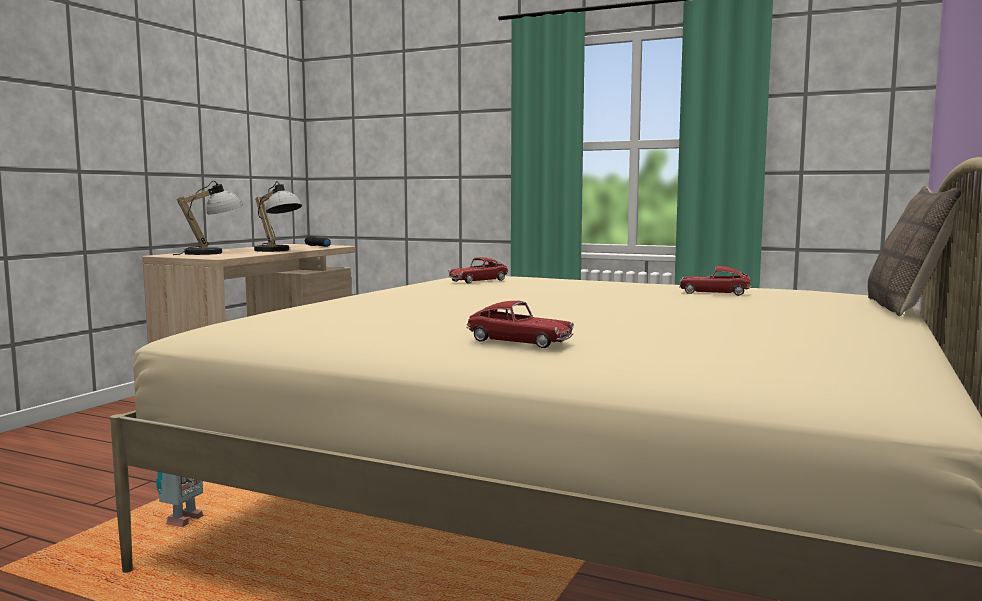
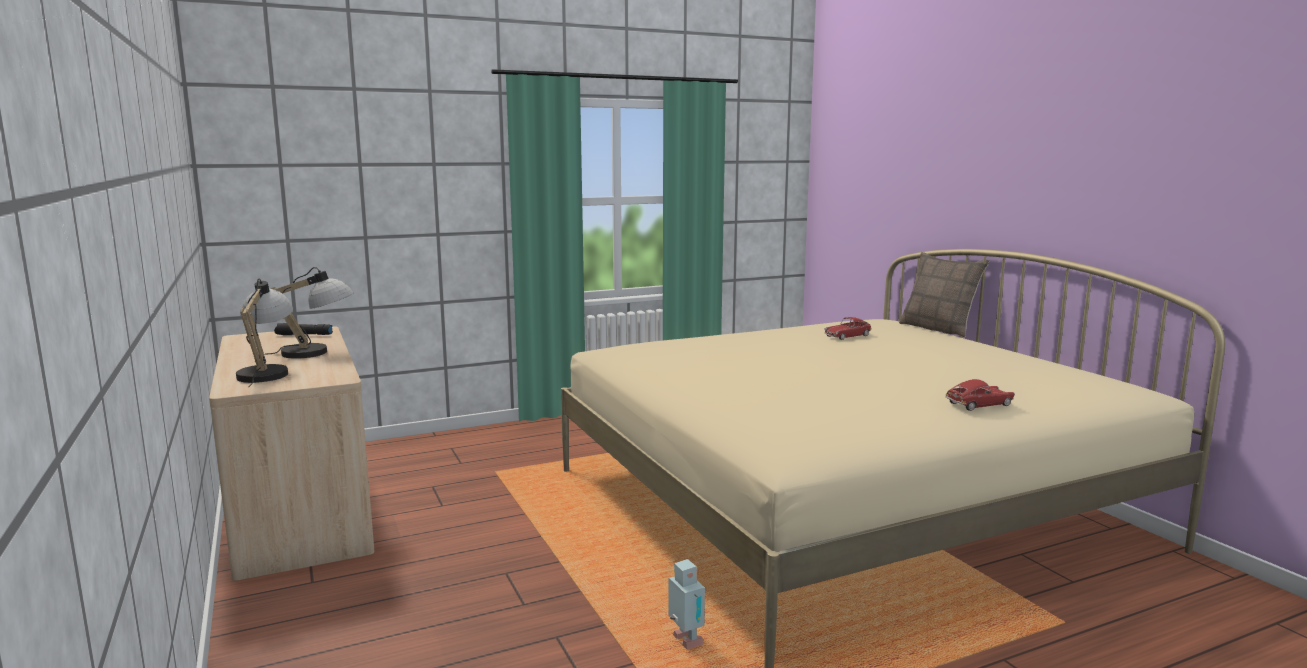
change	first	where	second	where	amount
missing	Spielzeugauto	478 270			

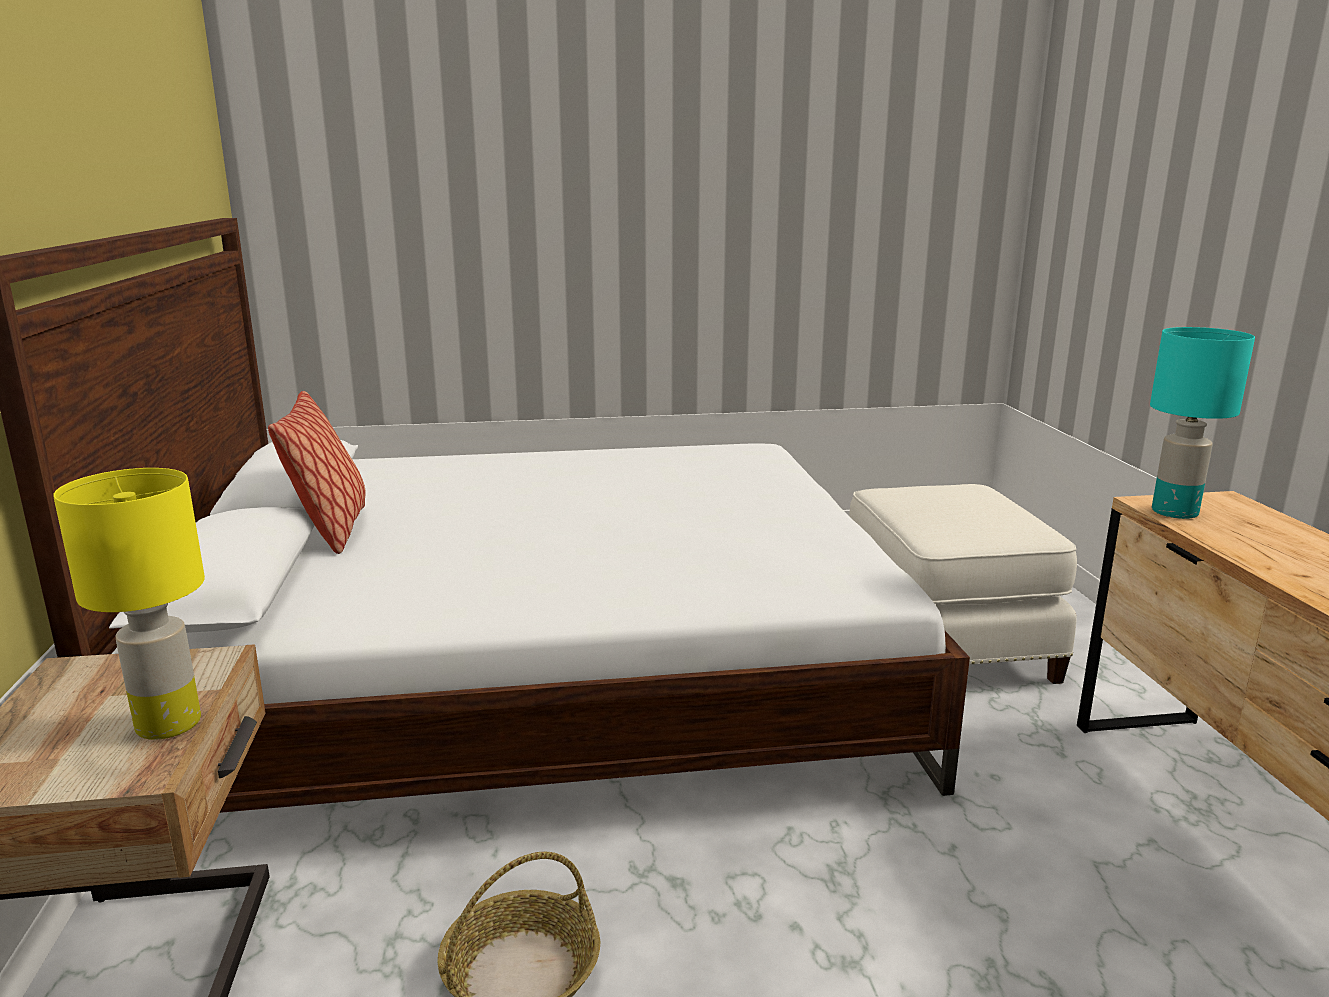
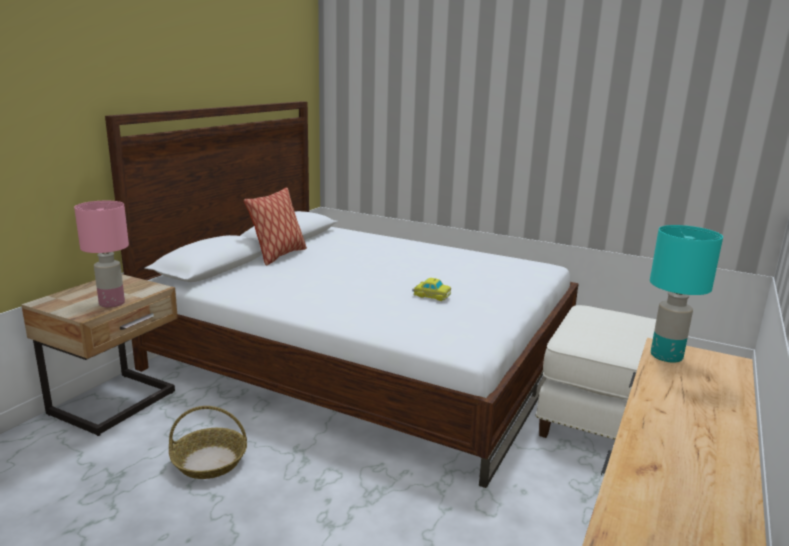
change	first	where	second	where	amount
colour	Tischlampe/gelb	129 604	Tischlampe/rosa	101 254	
appeared			Spielzeugauto	431 289	

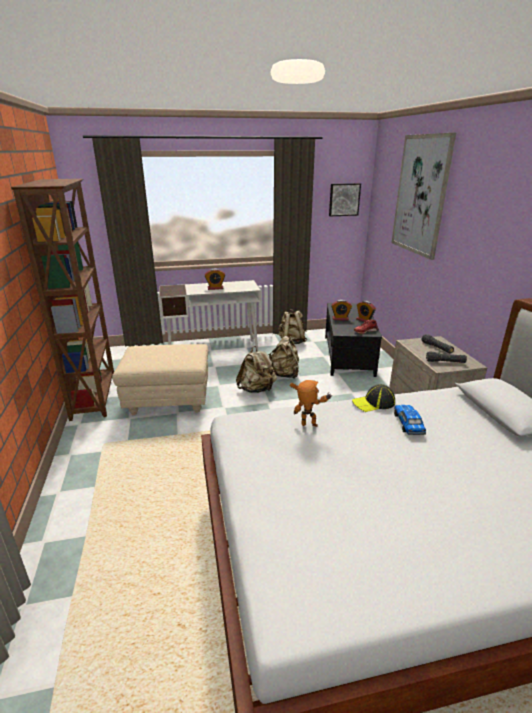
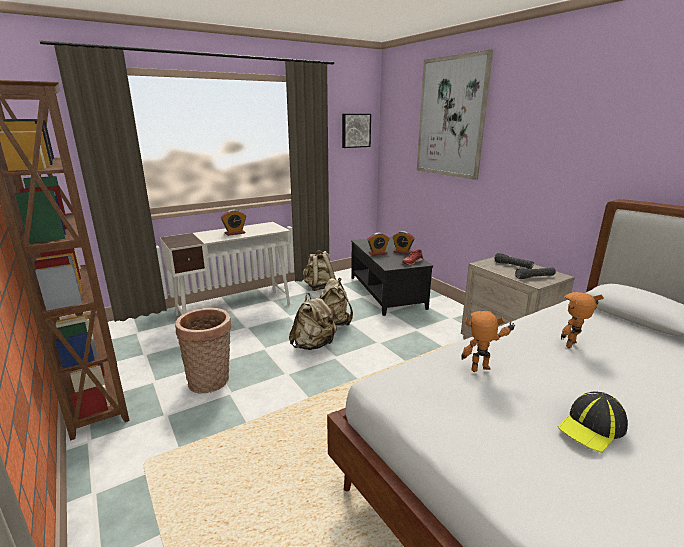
change	first	where	second	where	amount
exchanged	Polsterhocker/beige	160 379	Korb	203 351	
relocated	Kappe	373 398		593 422	
exchanged	Spielzeugauto	410 420	Spielzeugroboter	582 320	

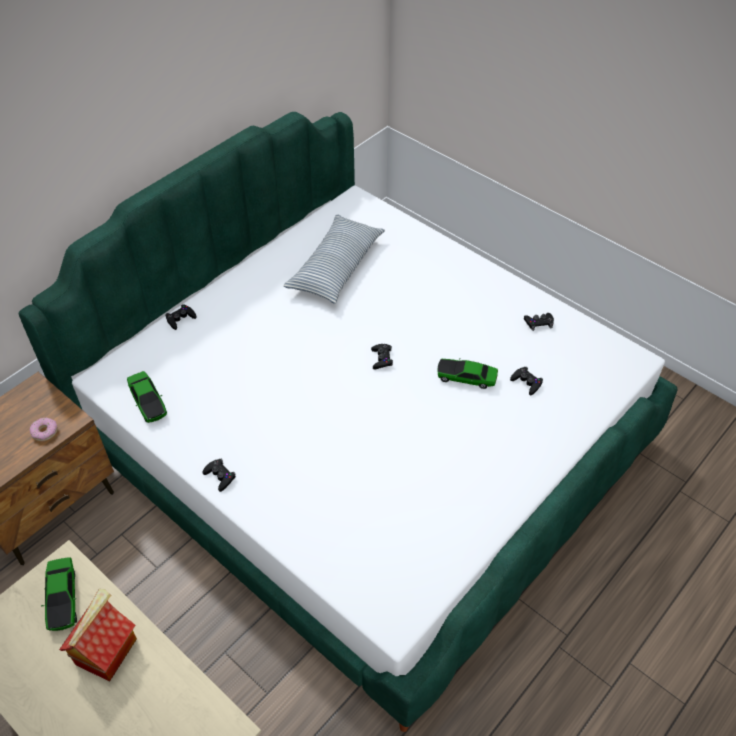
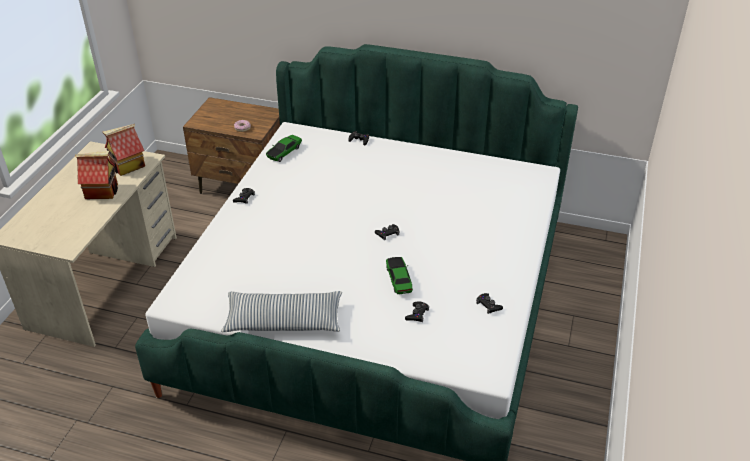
change	first	where	second	where	amount
exchanged	Spielzeugauto	59 594	Spielzeughaus	123 150	
relocated	Kissen	334 259		281 311	

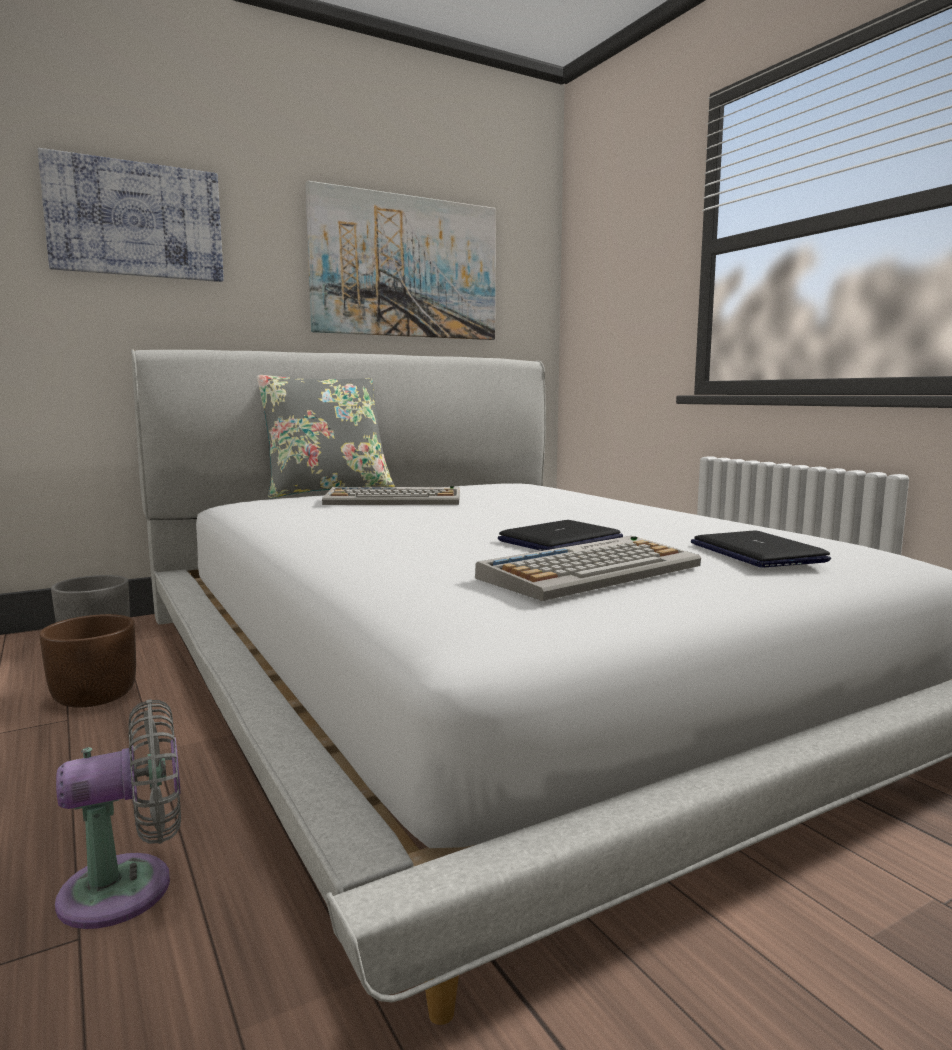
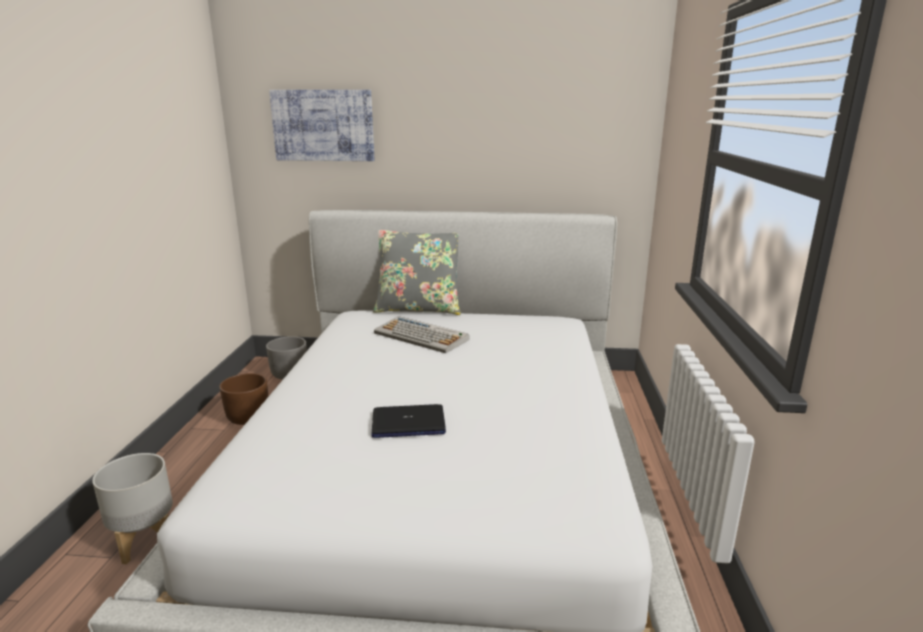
change	first	where	second	where	amount
exchanged	Ventilator/grau	118 814	Pflanzkübel/grau	132 508	
missing	Bild	400 260			
missing	Tastatur	588 568			
missing	Laptop	761 549			

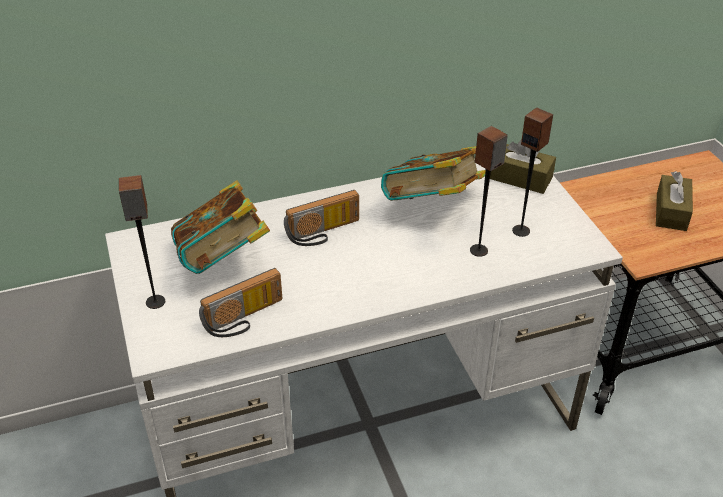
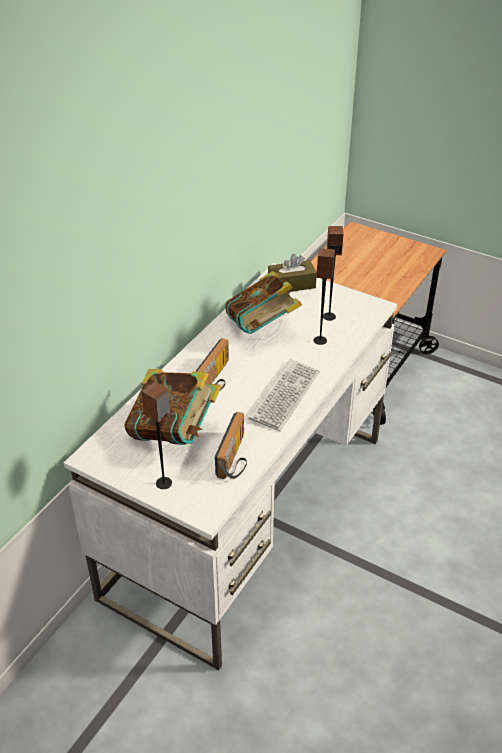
change	first	where	second	where	amount
appeared			Tastatur	284 395	
missing	Taschentuchbox/braun	674 201			

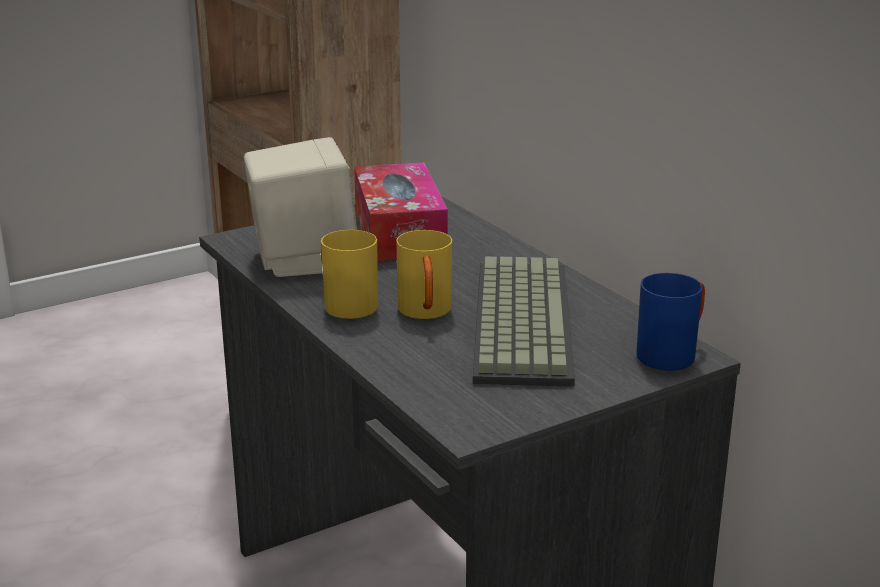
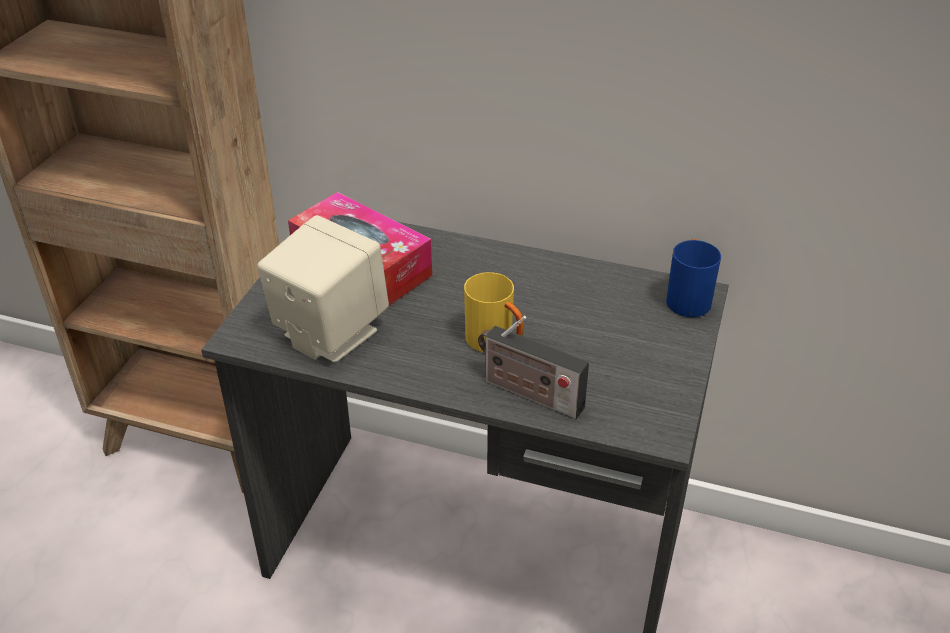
change	first	where	second	where	amount
appeared			Radio	533 367	
missing	Henkelbecher/gelb	349 274			
missing	Tastatur	524 321			

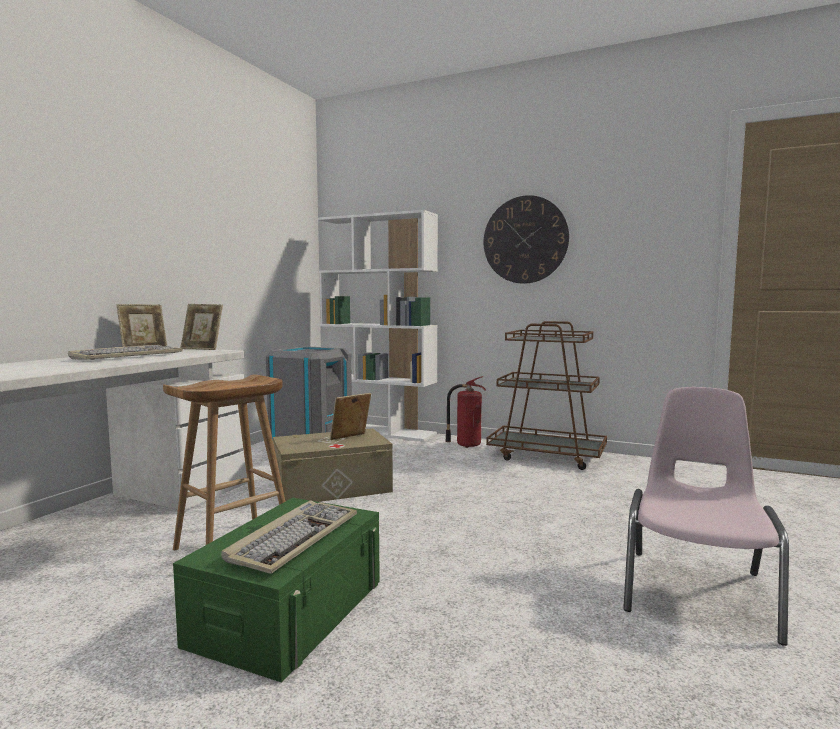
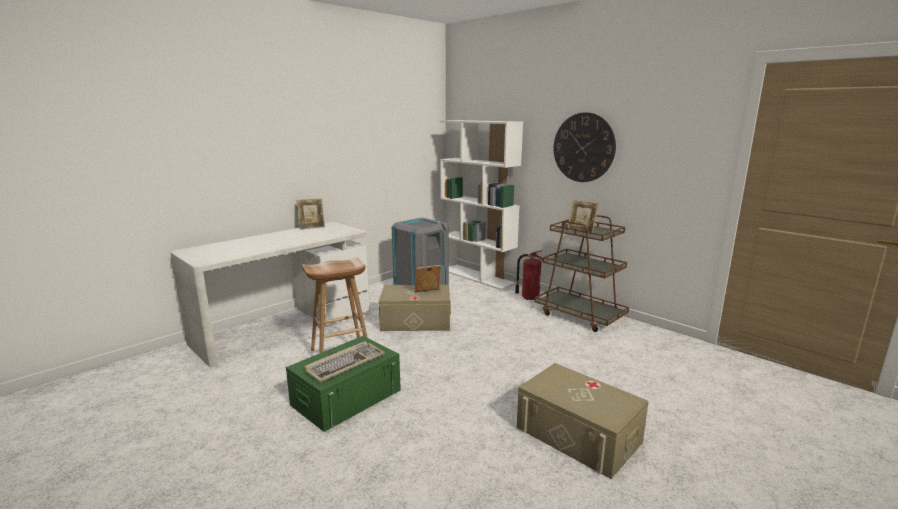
change	first	where	second	where	amount
exchanged	Stuhl/rosa	706 516	Aufbewahrungsbox/beige	583 421	
relocated	Bilderrahmen	201 327		583 216	
missing	Tastatur	125 352			

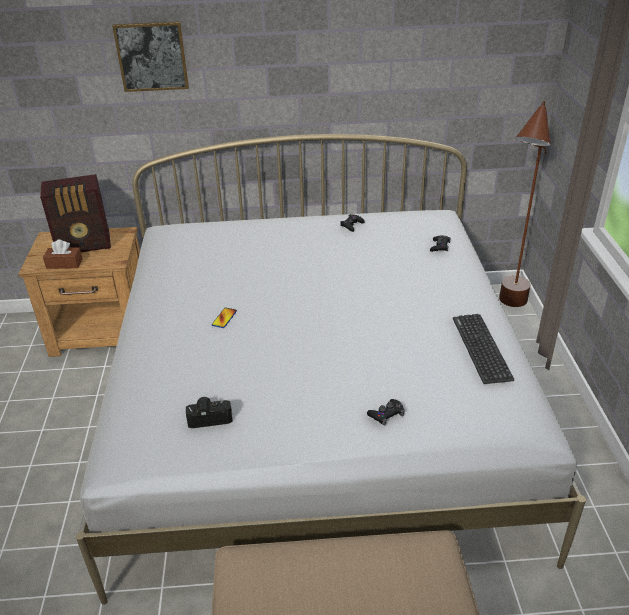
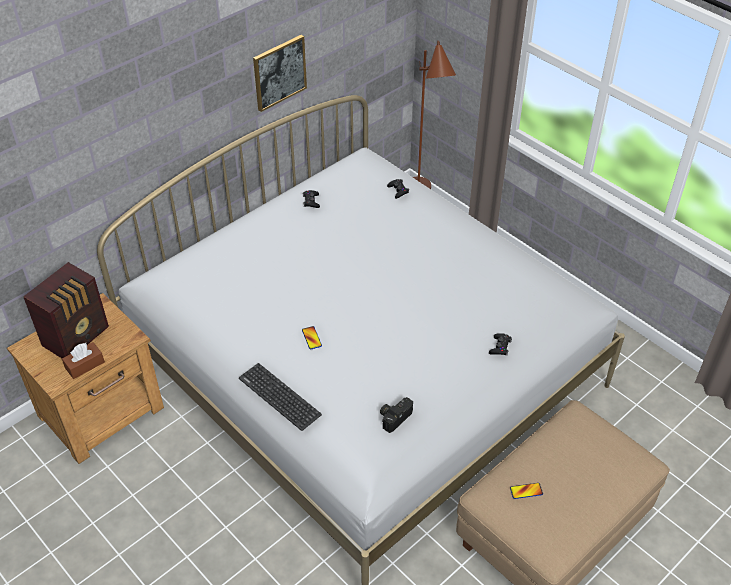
change	first	where	second	where	amount
relocated	Tastatur	483 349		280 397	
relocated	Bild	150 56		280 73	
appeared			Handy	526 491	

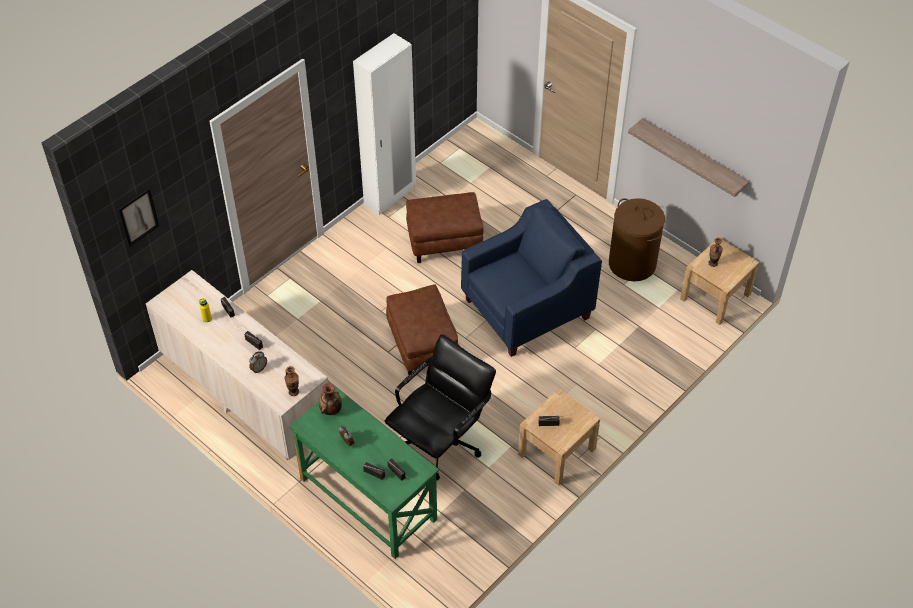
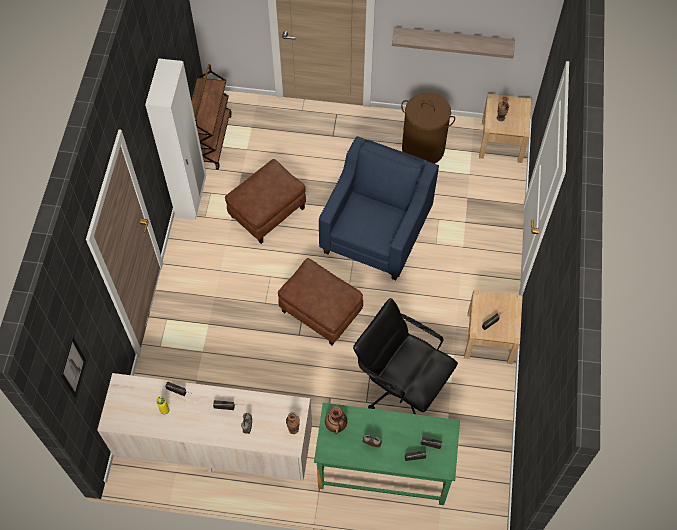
change	first	where	second	where	amount
appeared			Rollwagen/braun	211 117	
spun	Bürostuhl/schwarz	440 407		405 356	60 degrees counterclockwise

